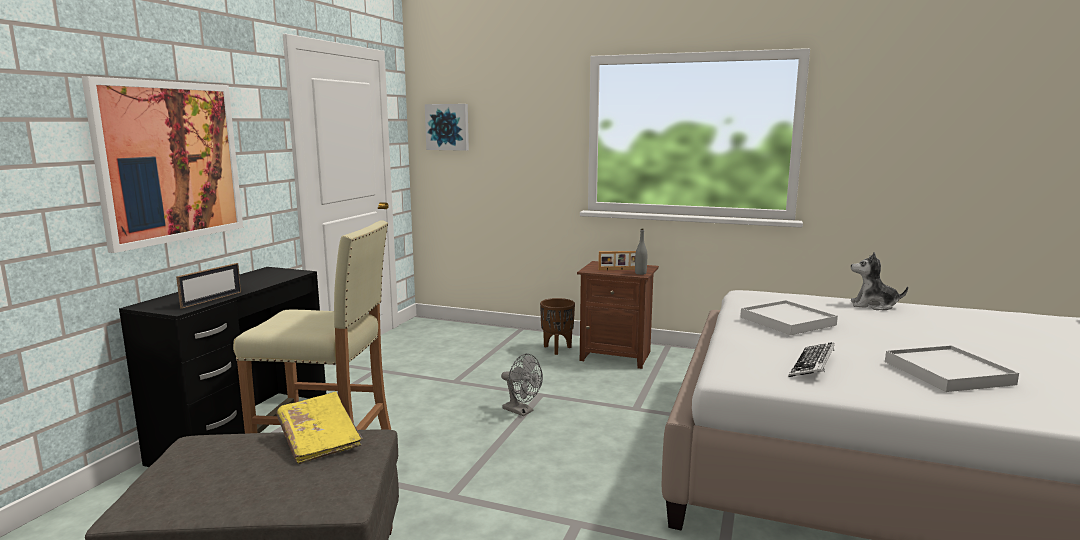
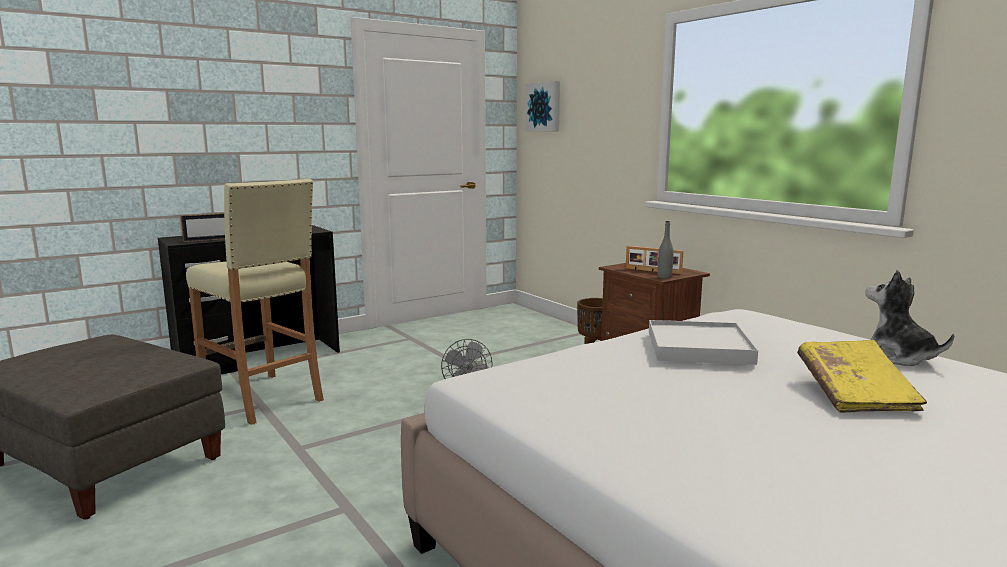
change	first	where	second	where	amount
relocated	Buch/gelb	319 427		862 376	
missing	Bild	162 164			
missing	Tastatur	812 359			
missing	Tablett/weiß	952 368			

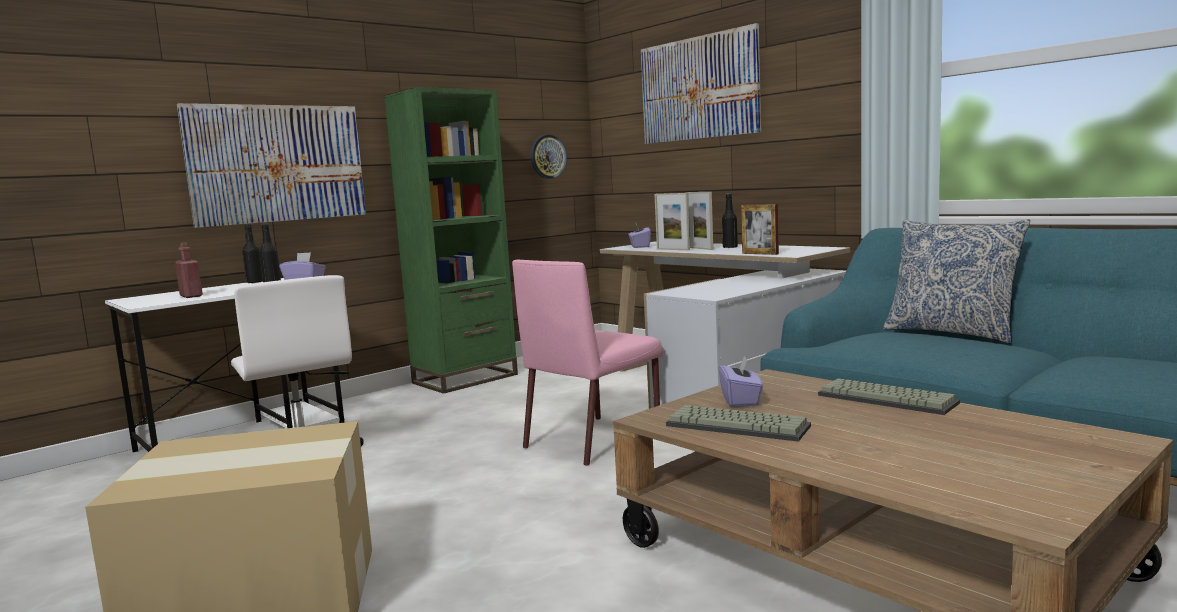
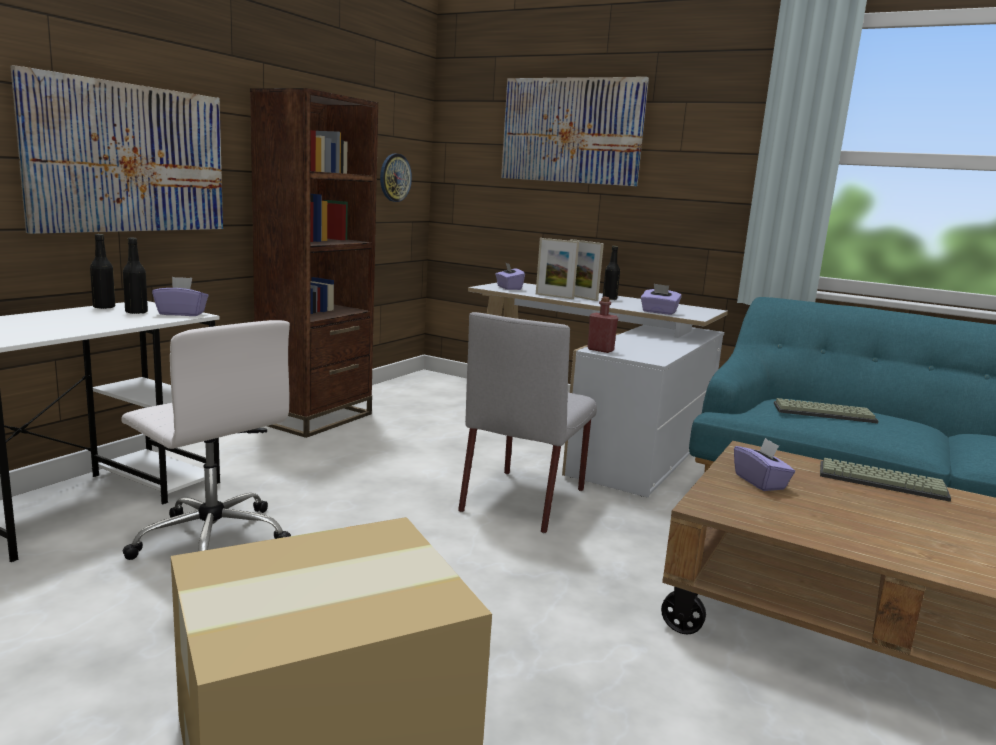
change	first	where	second	where	amount
colour	Bücherregal/grün	451 240	Bücherregal/braun	314 263	
colour	Stuhl/rosa	587 363	Stuhl/grau	527 422	
relocated	Flasche/rot	189 270		602 325	
exchanged	Bilderrahmen	760 229	Taschentuchbox/lila	661 299	
relocated	Tastatur	738 423		826 410	
missing	Kissen	956 281			

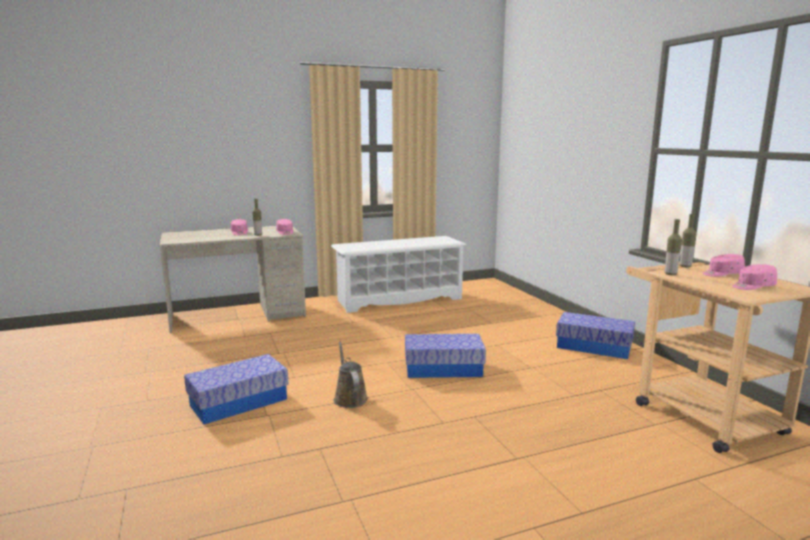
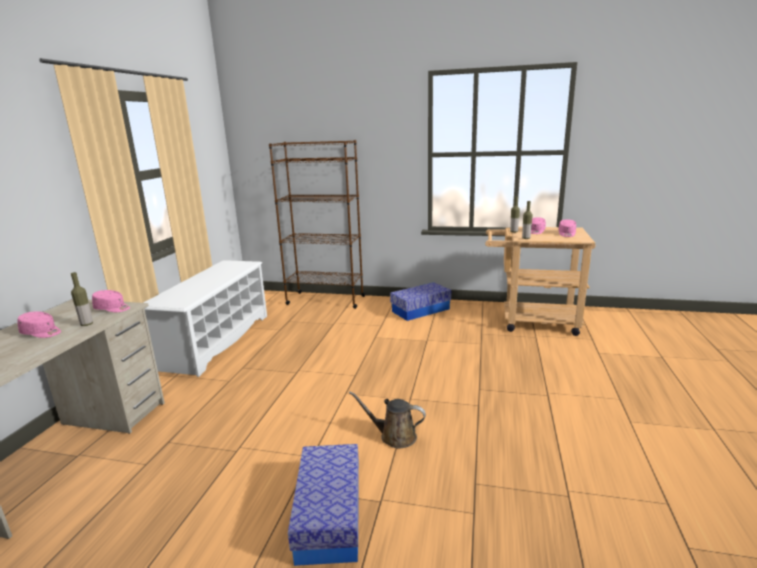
change	first	where	second	where	amount
appeared			Bücherregal/braun	317 224	
missing	Aufbewahrungsbox	445 356			

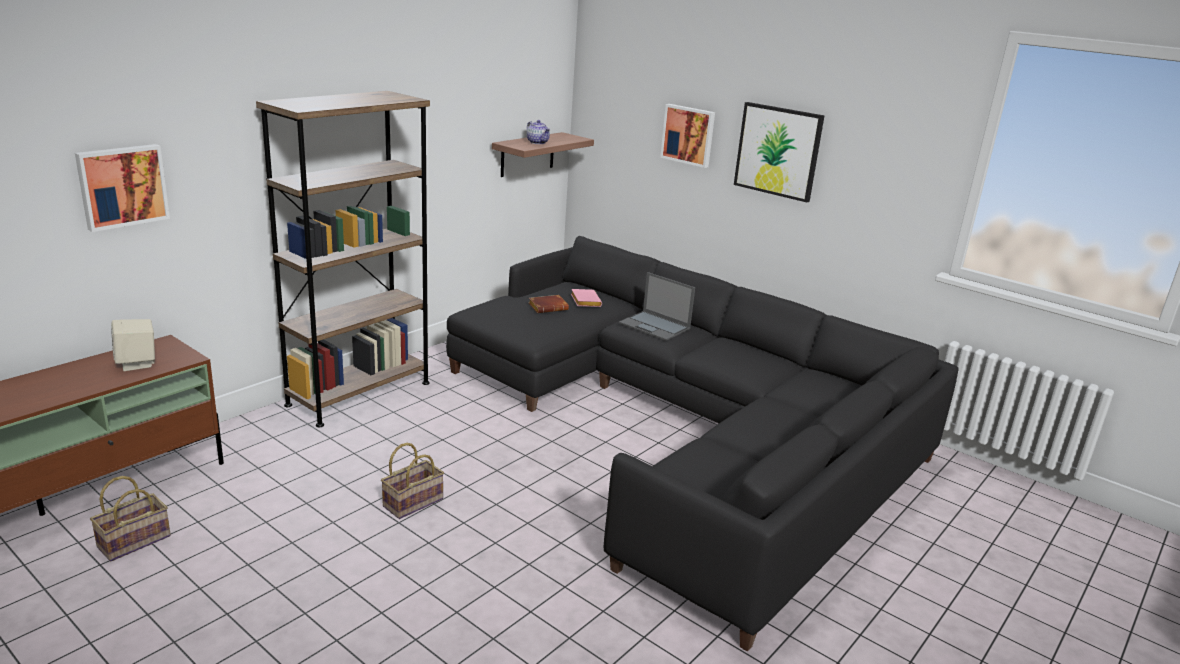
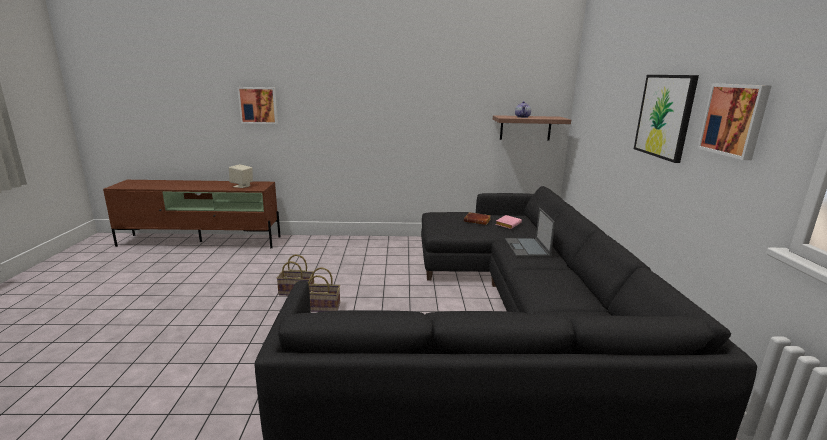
change	first	where	second	where	amount
relocated	Korb	130 518		324 289	
relocated	Bild	687 136		734 121	
missing	Bücherregal/braun	343 259			

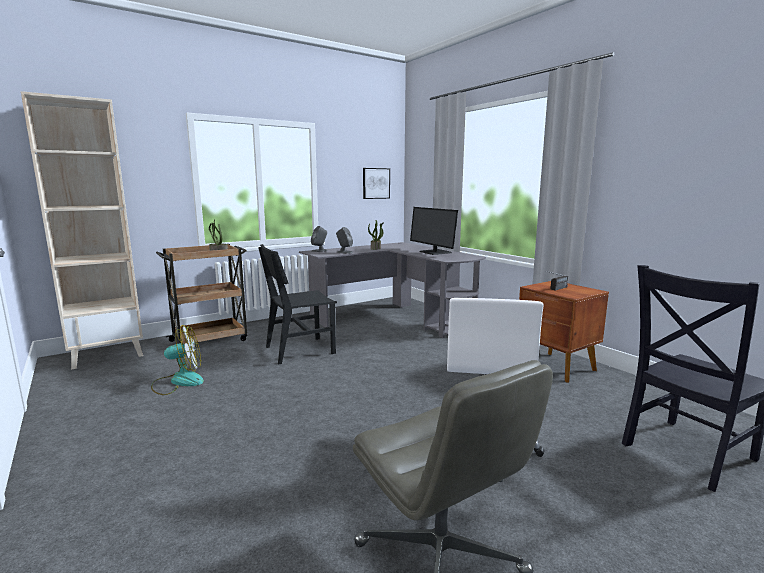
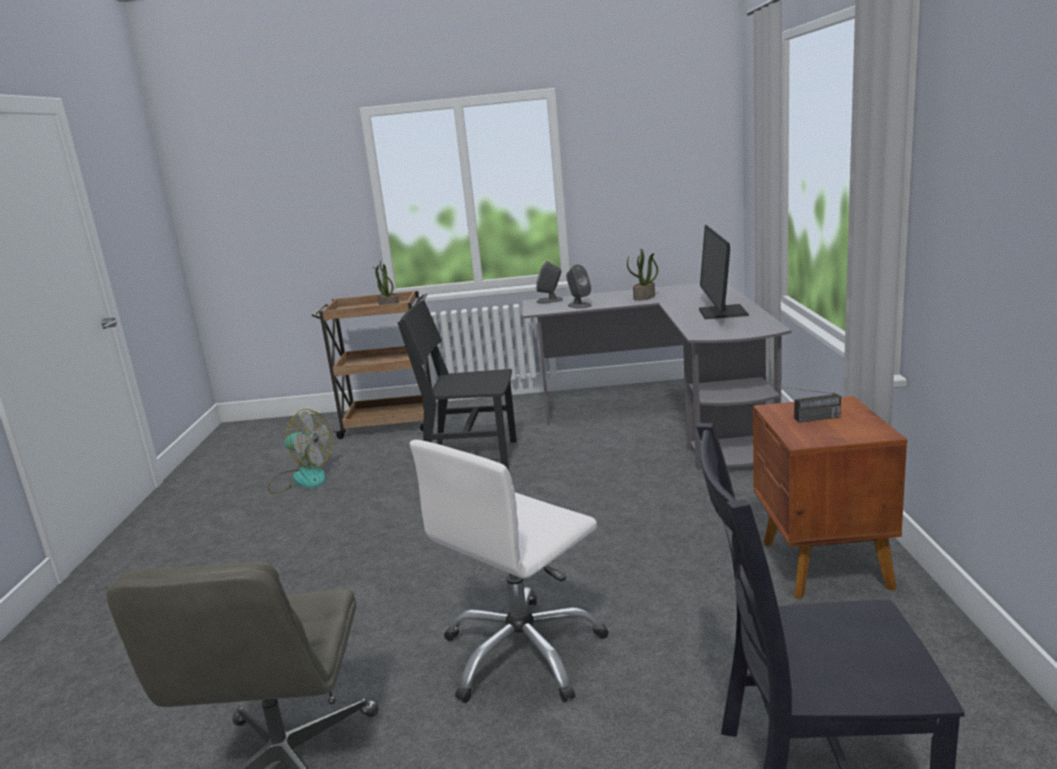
change	first	where	second	where	amount
missing	Bücherregal/beige	82 230			
missing	Bild	376 183			

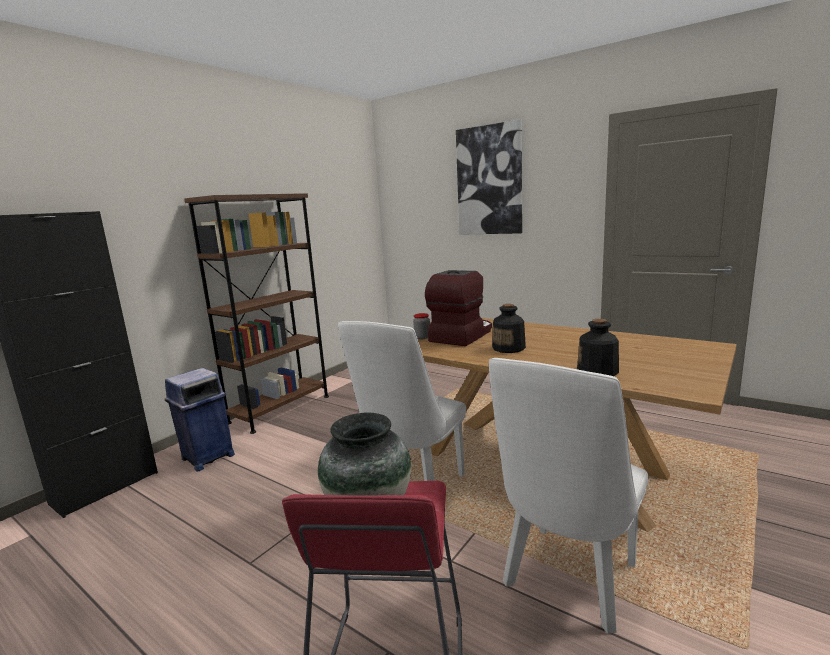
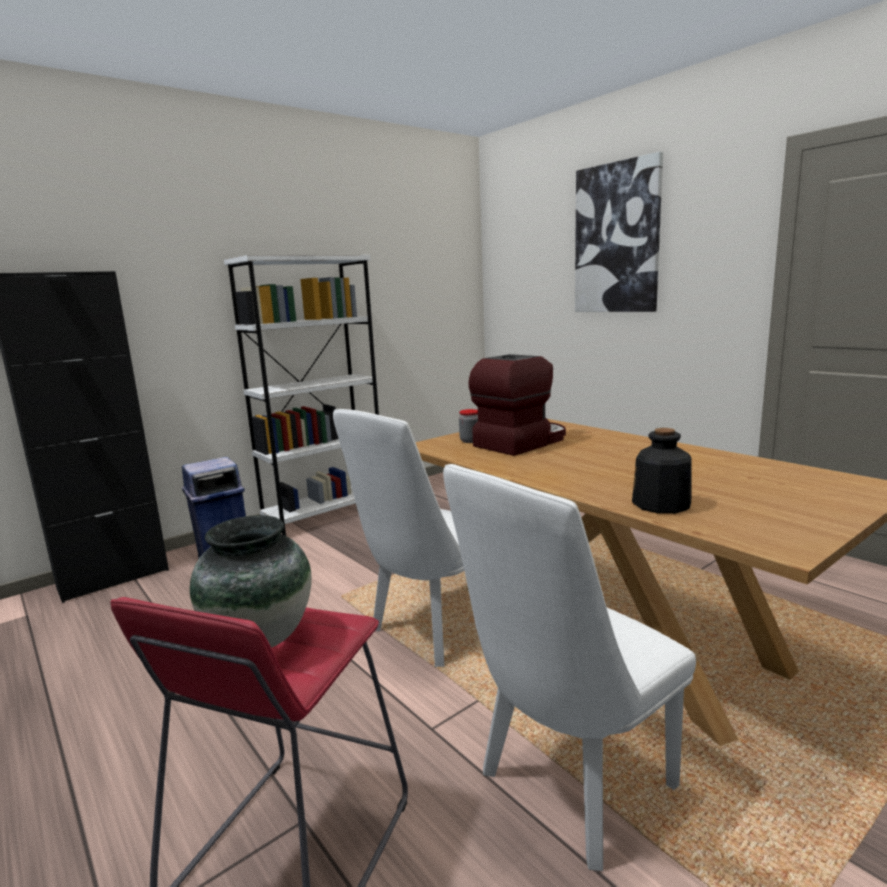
change	first	where	second	where	amount
colour	Bücherregal/braun	256 313	Bücherregal/weiß	301 395	
missing	Flasche	509 328			

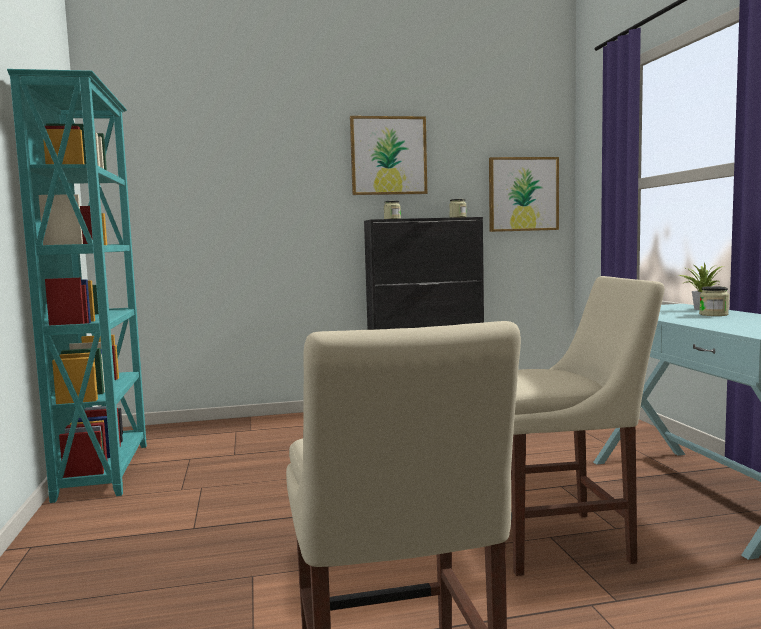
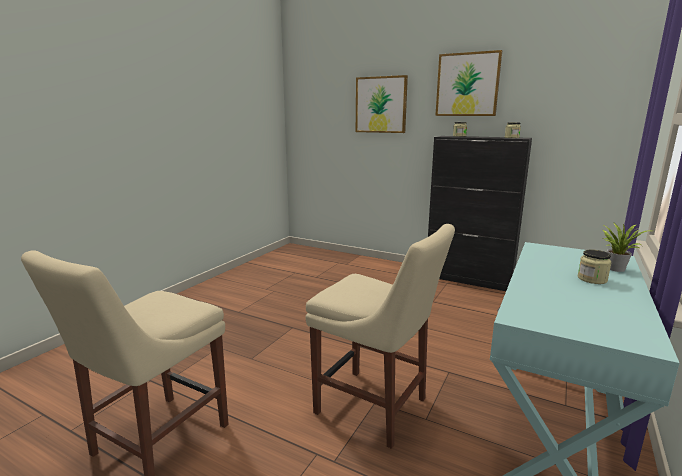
change	first	where	second	where	amount
relocated	Bild	524 194		382 104	
missing	Bücherregal/türkis	77 286			

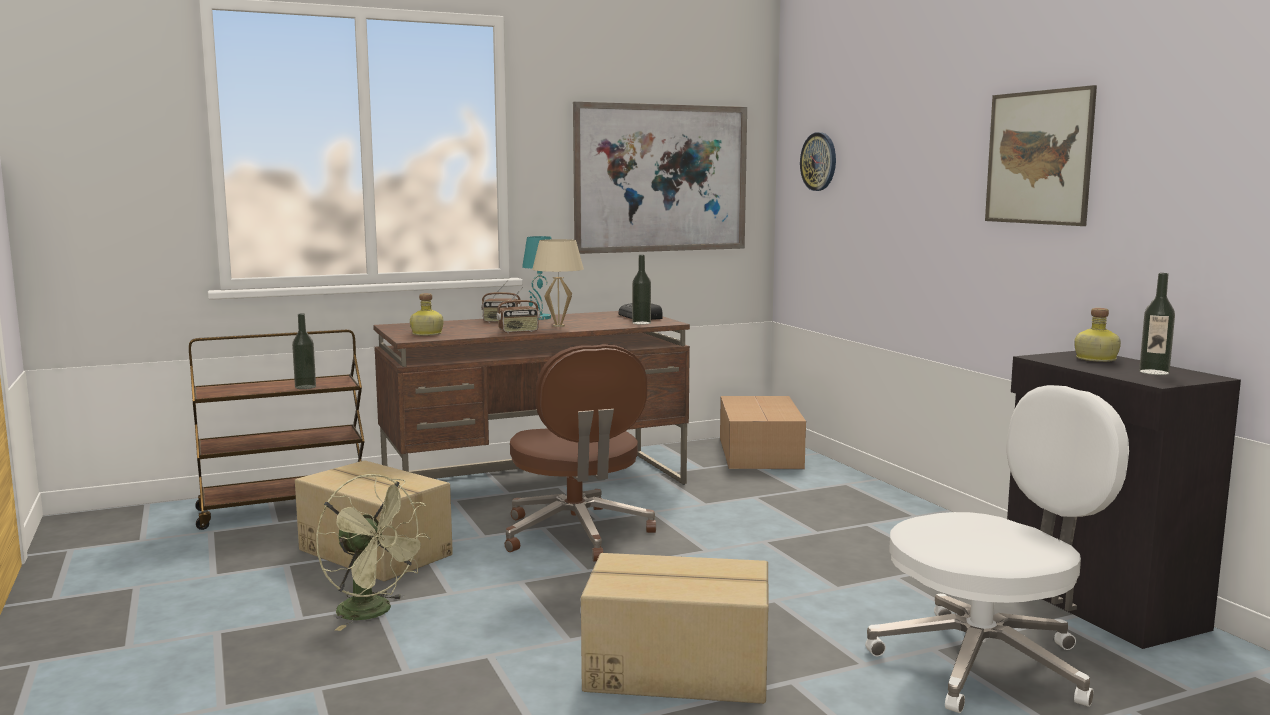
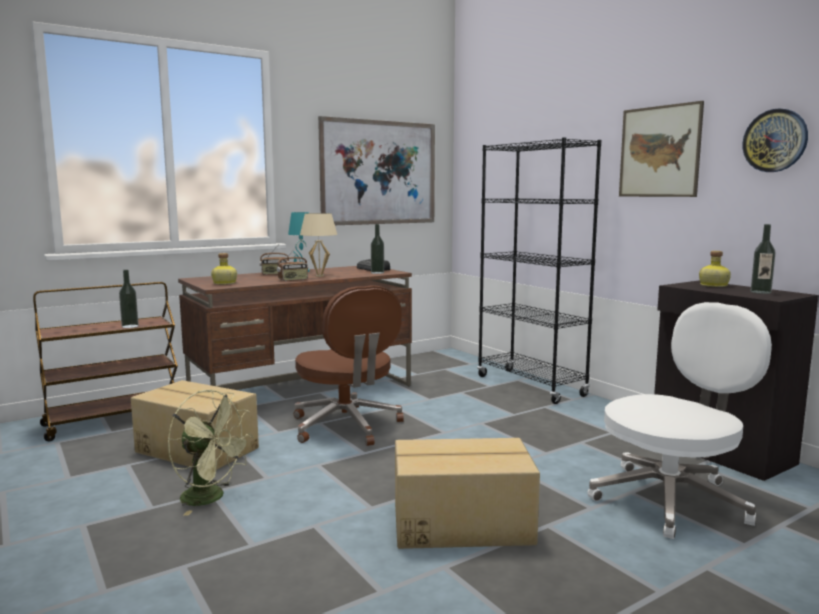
change	first	where	second	where	amount
appeared			Bücherregal/schwarz	539 270	
relocated	Wanduhr	818 161		775 140	
missing	Karton	763 432			

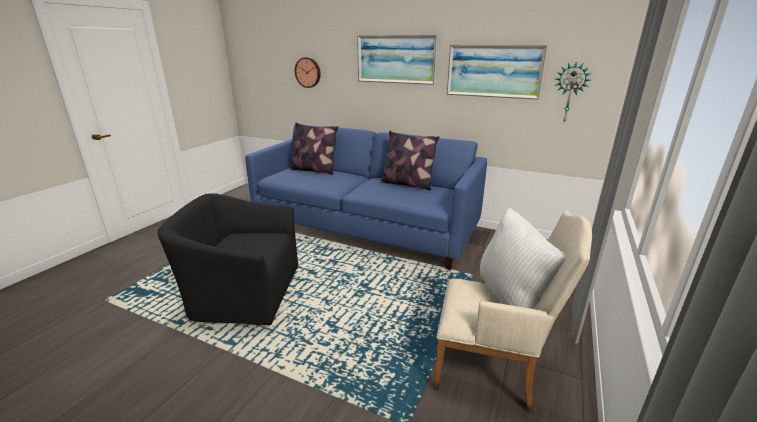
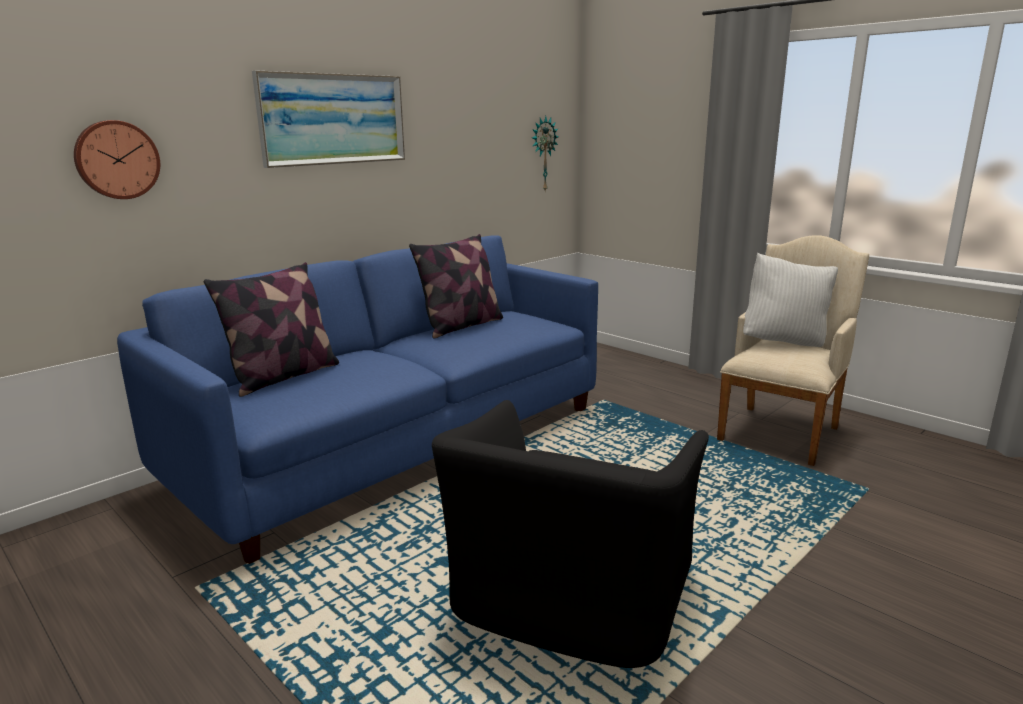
change	first	where	second	where	amount
missing	Bild	497 72			

